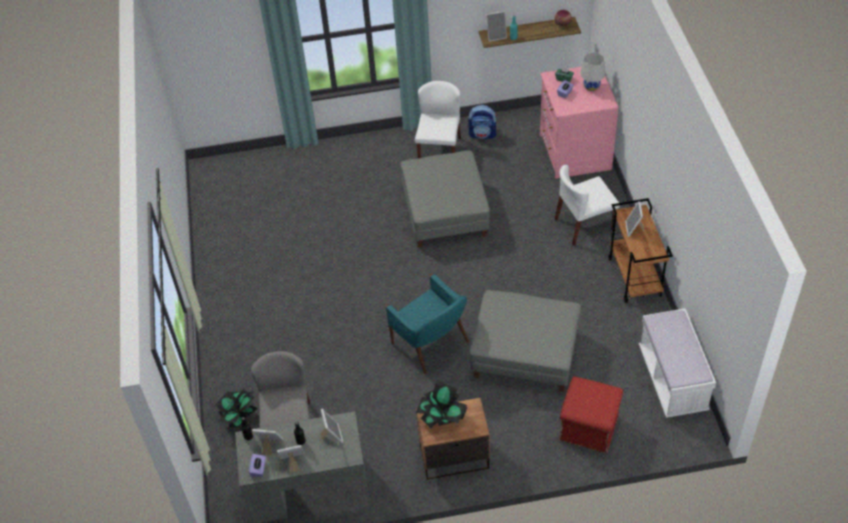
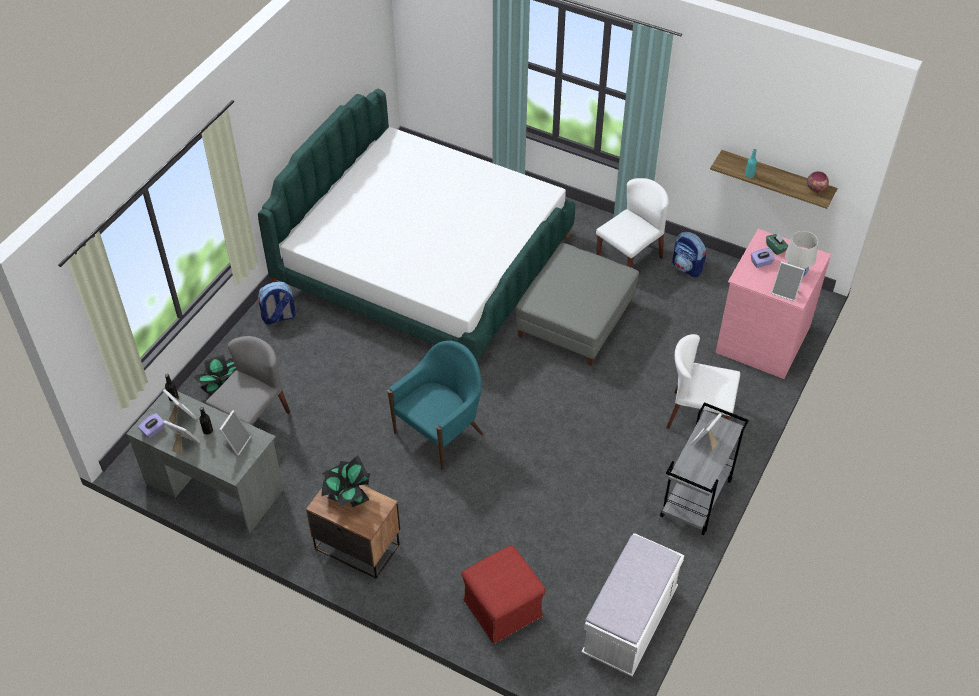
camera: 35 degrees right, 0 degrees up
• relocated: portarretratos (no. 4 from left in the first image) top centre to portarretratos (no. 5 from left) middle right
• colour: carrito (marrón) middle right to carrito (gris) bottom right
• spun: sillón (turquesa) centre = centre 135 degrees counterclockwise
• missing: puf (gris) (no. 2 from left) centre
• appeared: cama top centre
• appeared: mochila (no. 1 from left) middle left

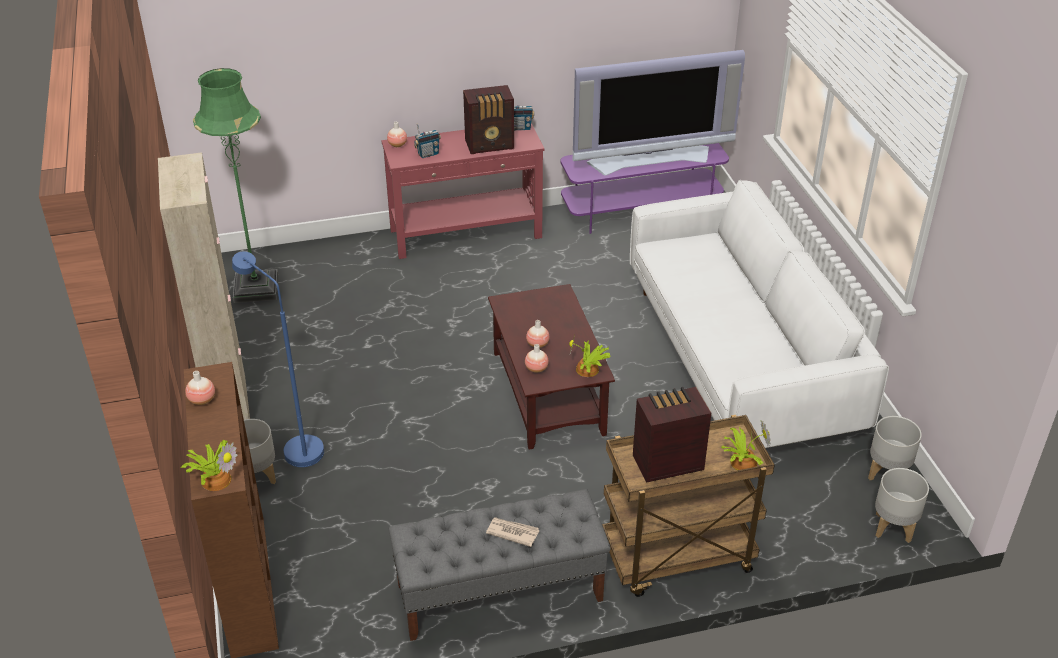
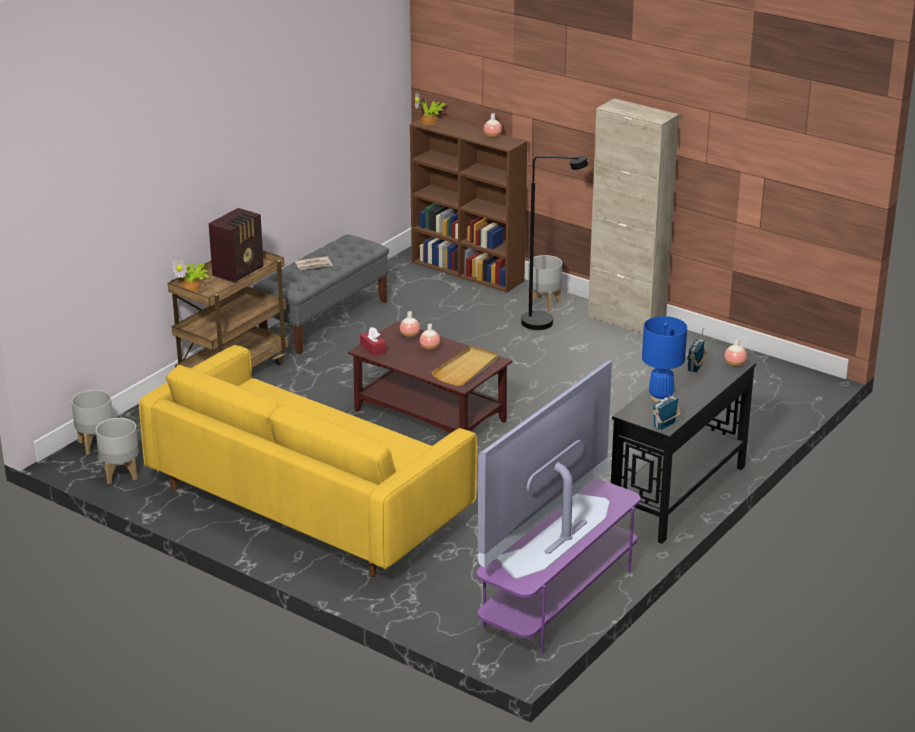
camera: 140 degrees right, 10 degrees down
• missing: lámpara de pie (verde) top left
• exchanged: radio (no. 2 from left) top centre to lámpara de mesa (azul) middle right
• colour: mesa consola (rojo) top centre to mesa consola (negro) middle right
• colour: sofá (blanco) middle right to sofá (amarillo) centre
• colour: lámpara de pie (azul) middle left to lámpara de pie (negro) top centre
• exchanged: planta en maceta (no. 2 from left) centre to caja de pañuelos (rojo) centre
• appeared: bandeja (beis) centre

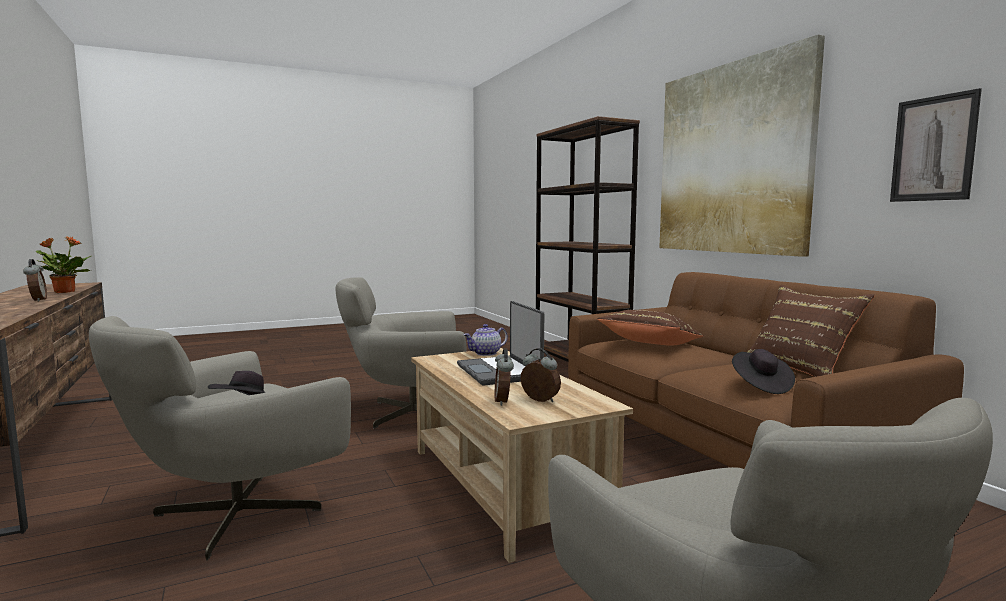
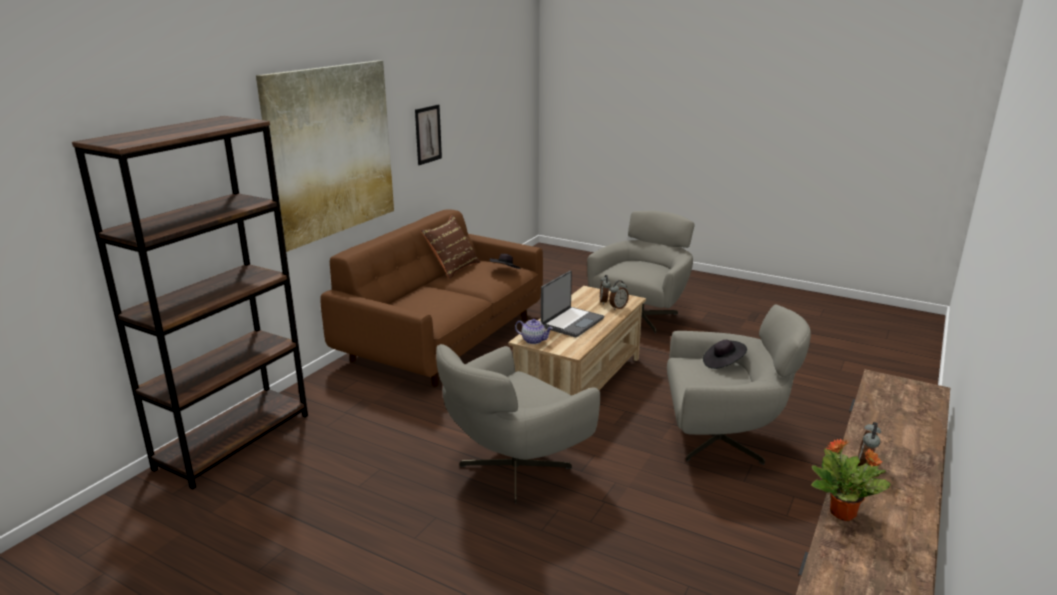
camera: 125 degrees left, 15 degrees up
• spun: sillón (gris) (no. 2 from left in the first image) centre = bottom centre 90 degrees clockwise
• missing: cojín (marrón) (no. 1 from left) centre

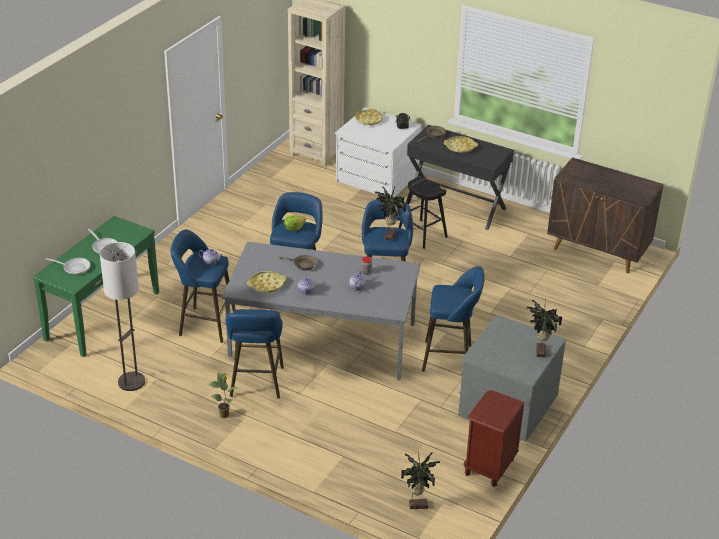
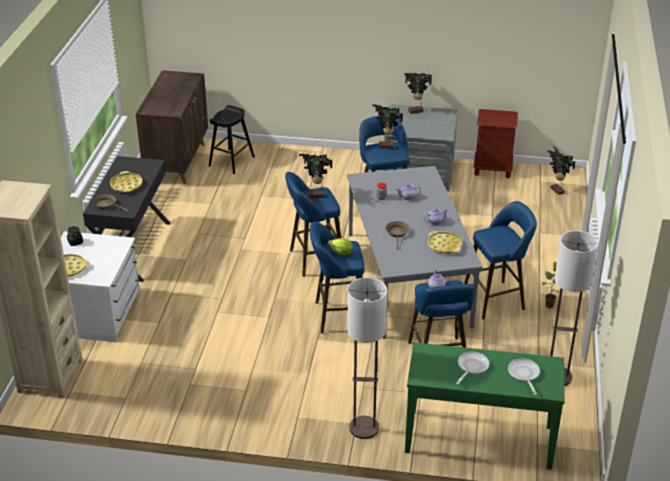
camera: 110 degrees left, 0 degrees up
• relocated: taburete (negro) centre to top centre
• appeared: planta en maceta (no. 2 from left) top centre
• appeared: lámpara de pie (no. 1 from left) bottom centre

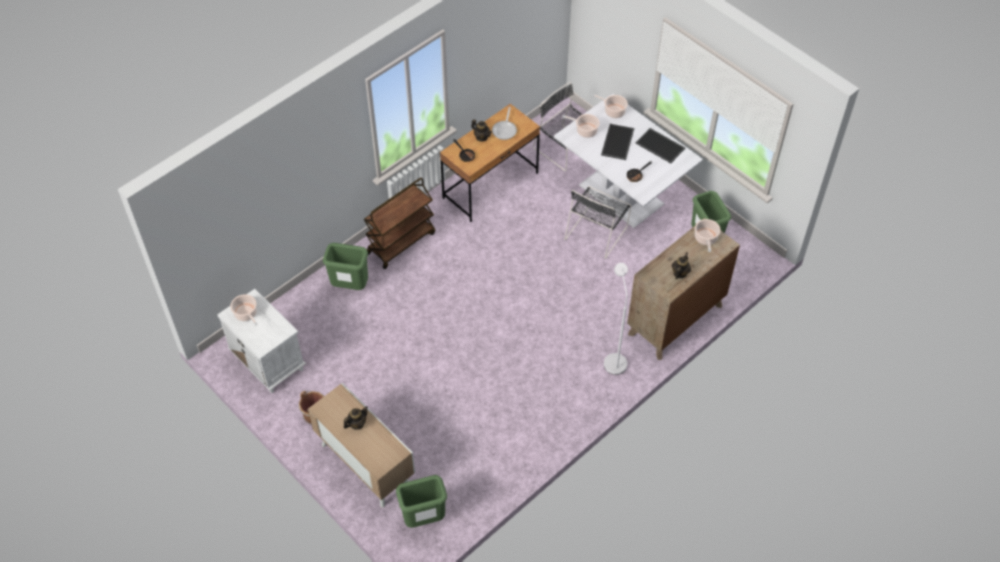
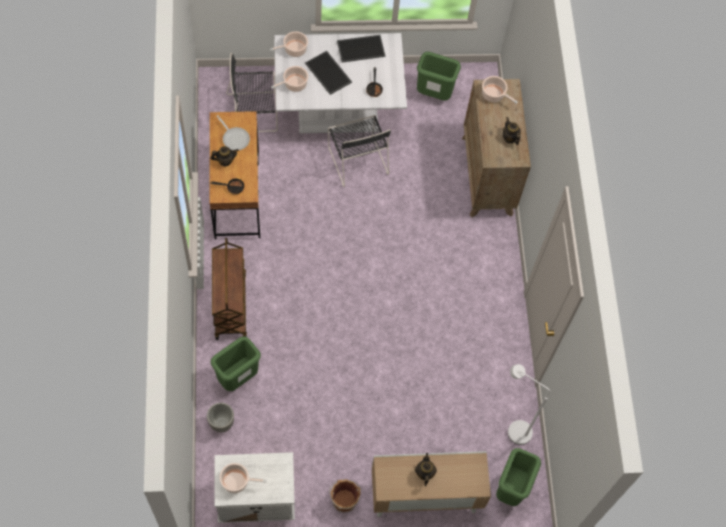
camera: 55 degrees left, 10 degrees up
• relocated: lámpara de pie (blanco) centre to bottom right
• appeared: maceta bottom left

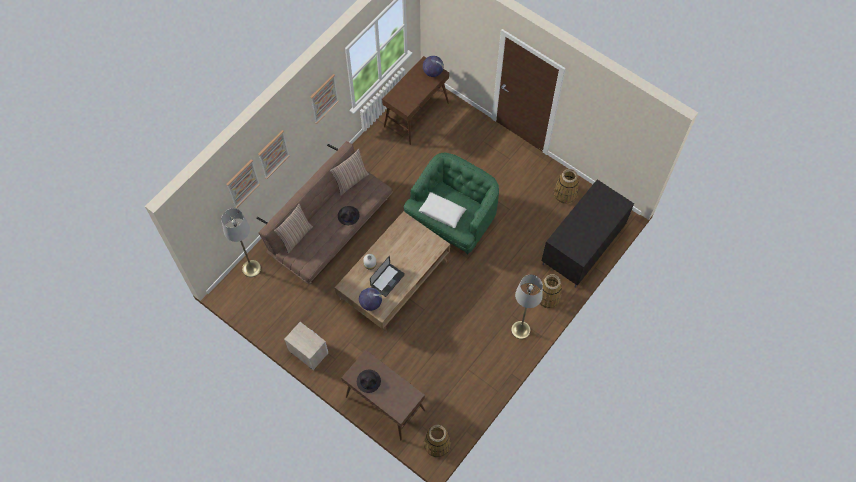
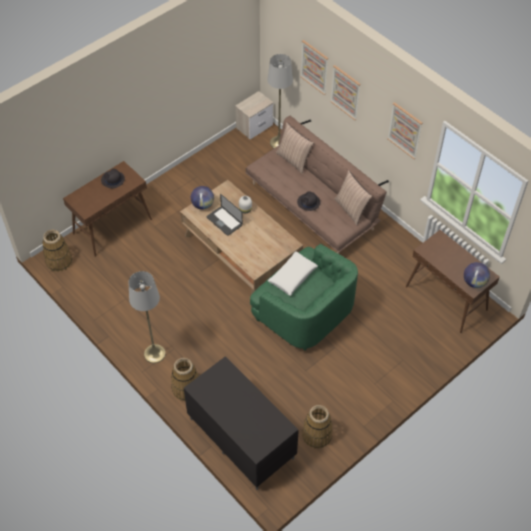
camera: 100 degrees right, 10 degrees down
• relocated: mesita de noche bottom centre to top centre

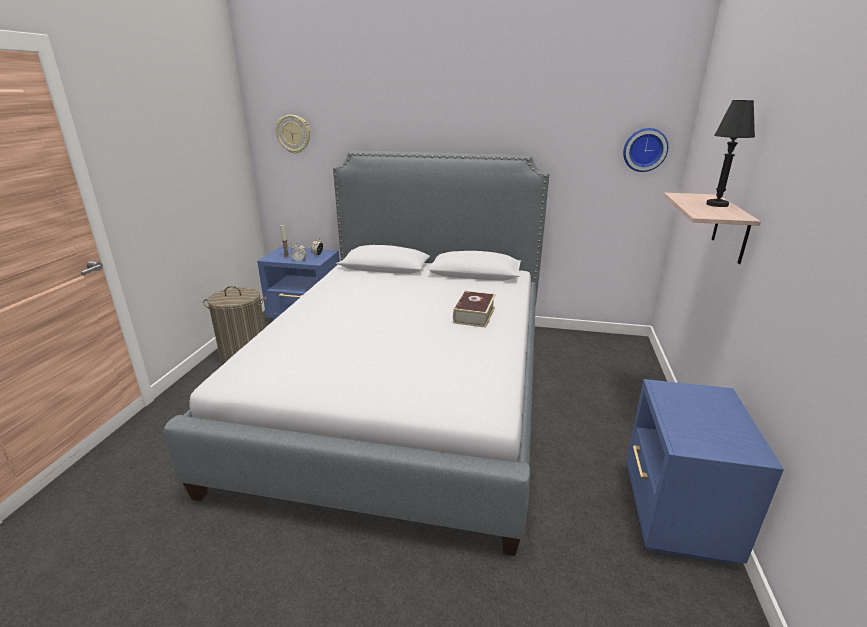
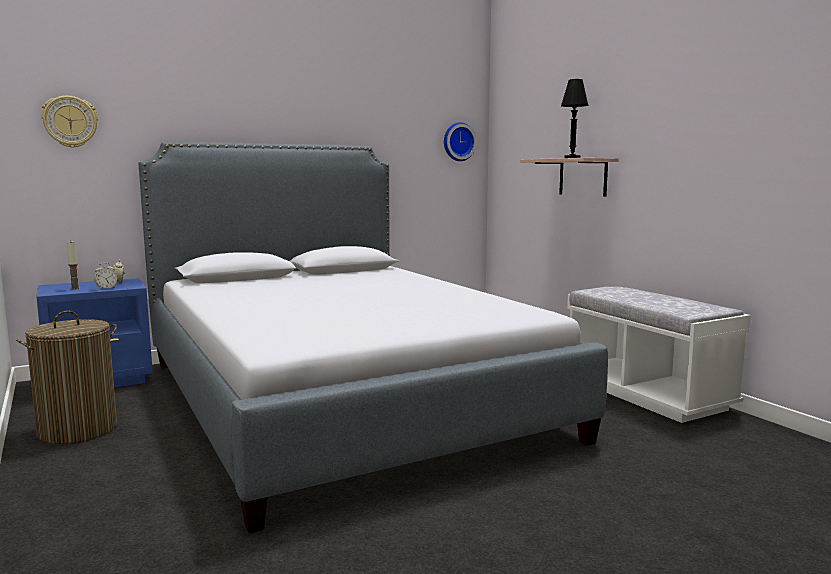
camera: 40 degrees left, 15 degrees down
• missing: libro centre
• exchanged: mesita de noche (azul) (no. 2 from left) bottom right to banco (blanco) middle right

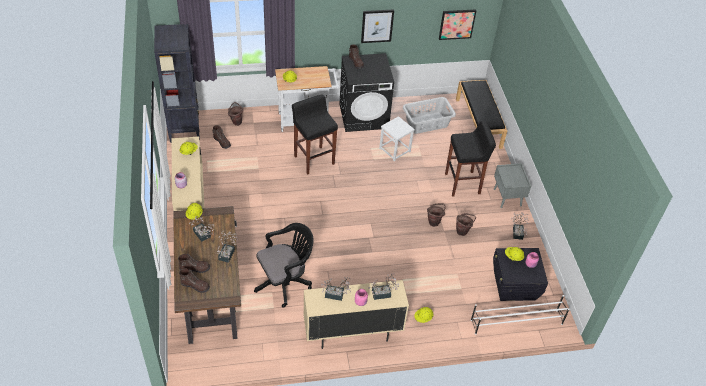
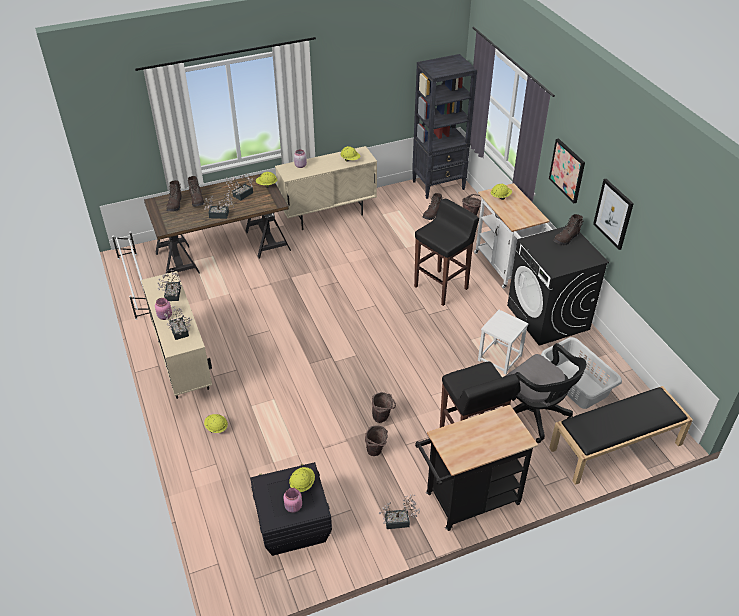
camera: 80 degrees right, 5 degrees down
• relocated: cuadro (no. 2 from left in the first image) top centre to cuadro (no. 1 from left) top right
• exchanged: mesita de noche (gris) middle right to carrito (negro) bottom centre
• relocated: silla de oficina (negro) bottom centre to middle right
• relocated: zapatero (blanco) bottom right to middle left

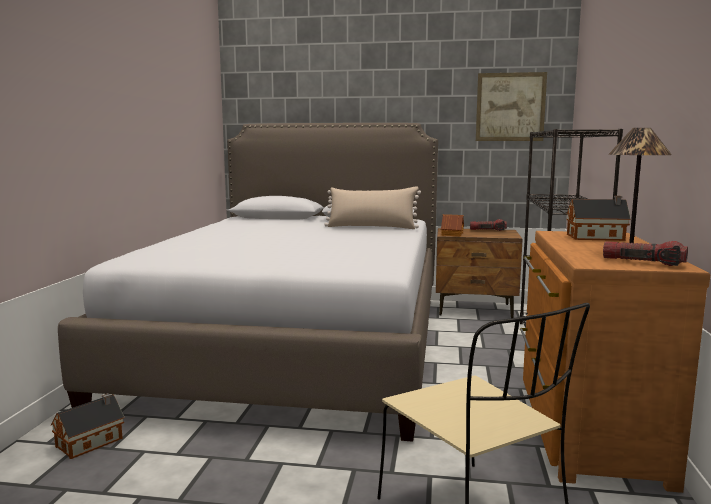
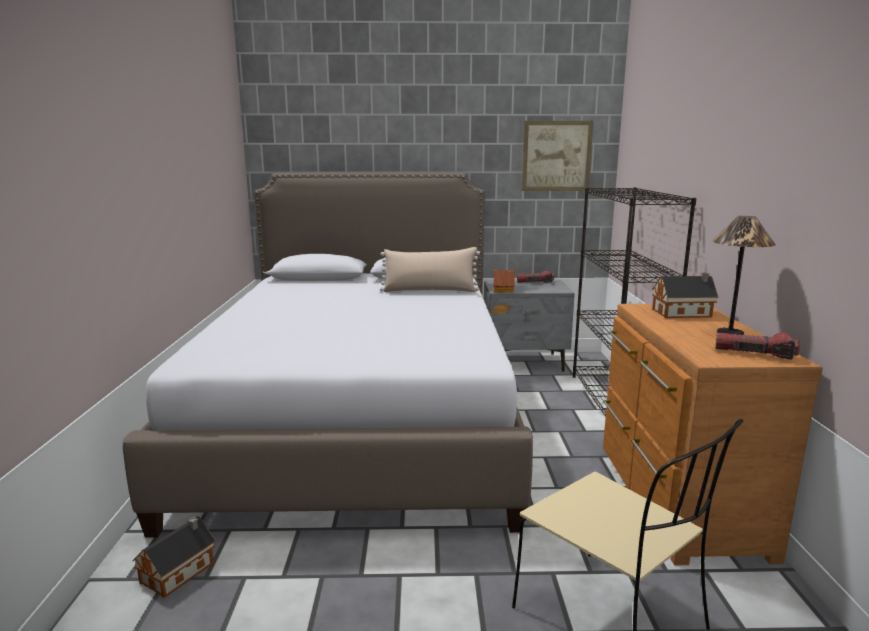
camera: 10 degrees left, 5 degrees up
• colour: mesita de noche (marrón) middle right to mesita de noche (gris) centre

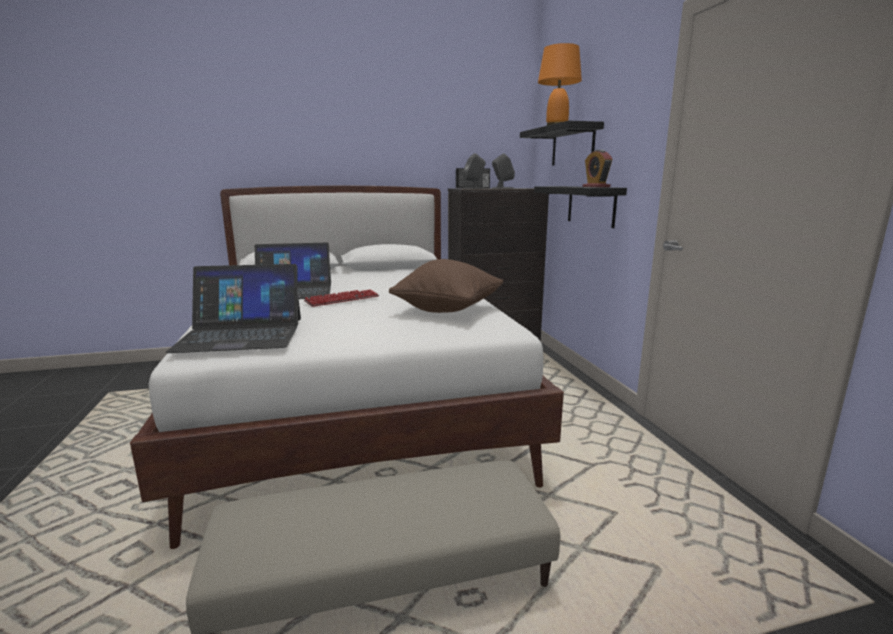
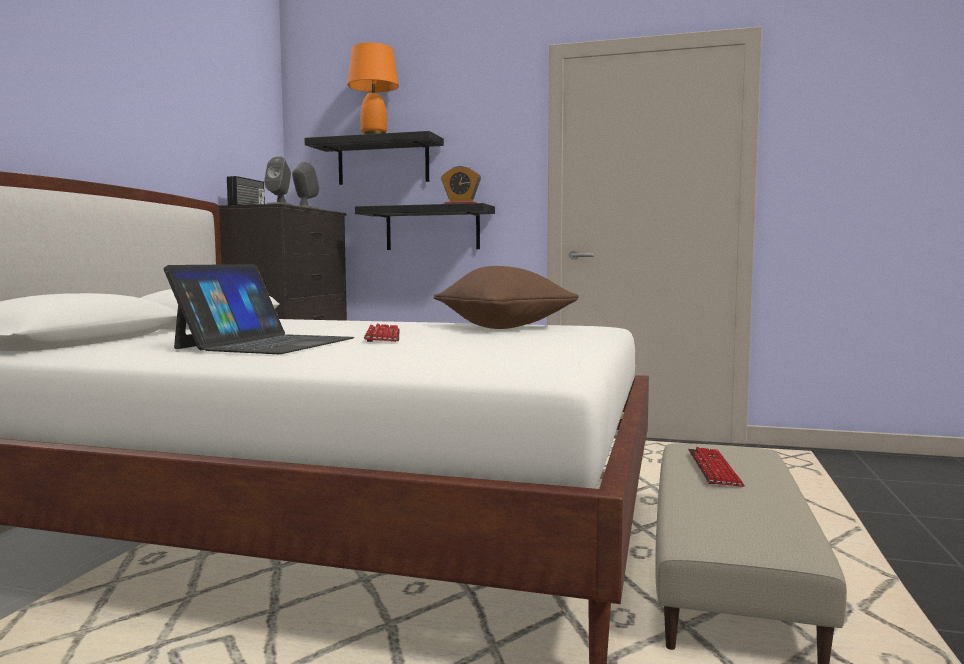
camera: 60 degrees left, 10 degrees down
• missing: portátil (no. 1 from left) middle left
• appeared: teclado (no. 2 from left) bottom right

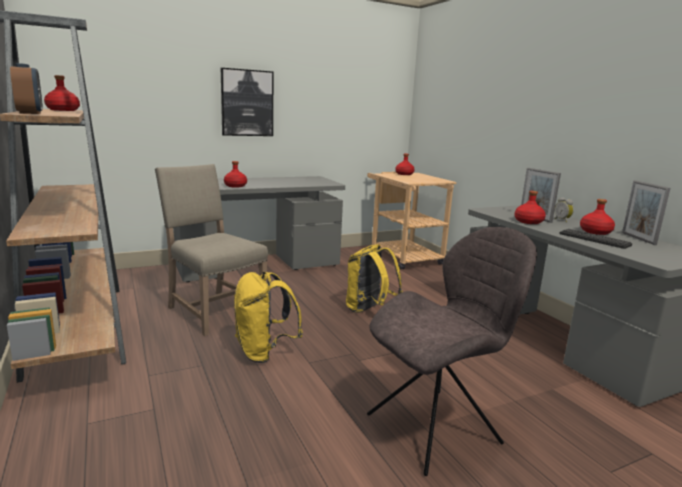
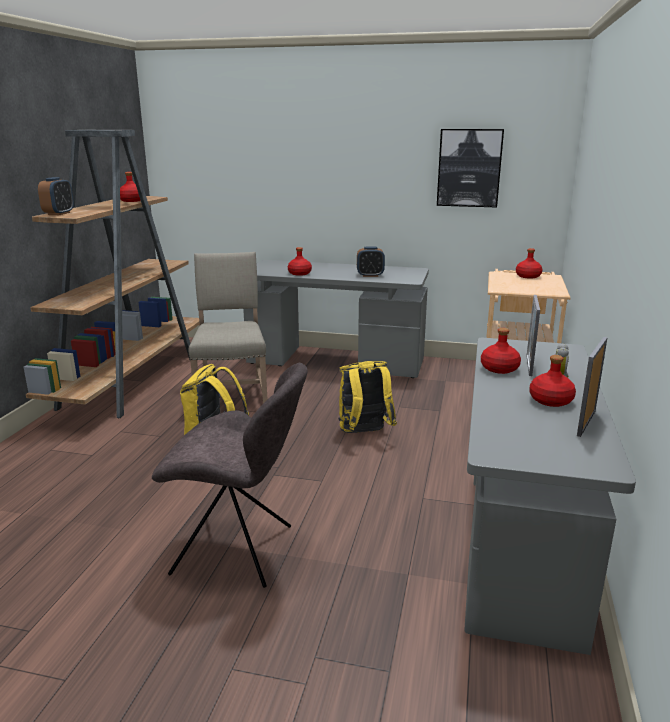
camera: 40 degrees right, 5 degrees up
• relocated: cuadro top centre to top right
• missing: teclado middle right
• appeared: despertador (no. 2 from left) centre

